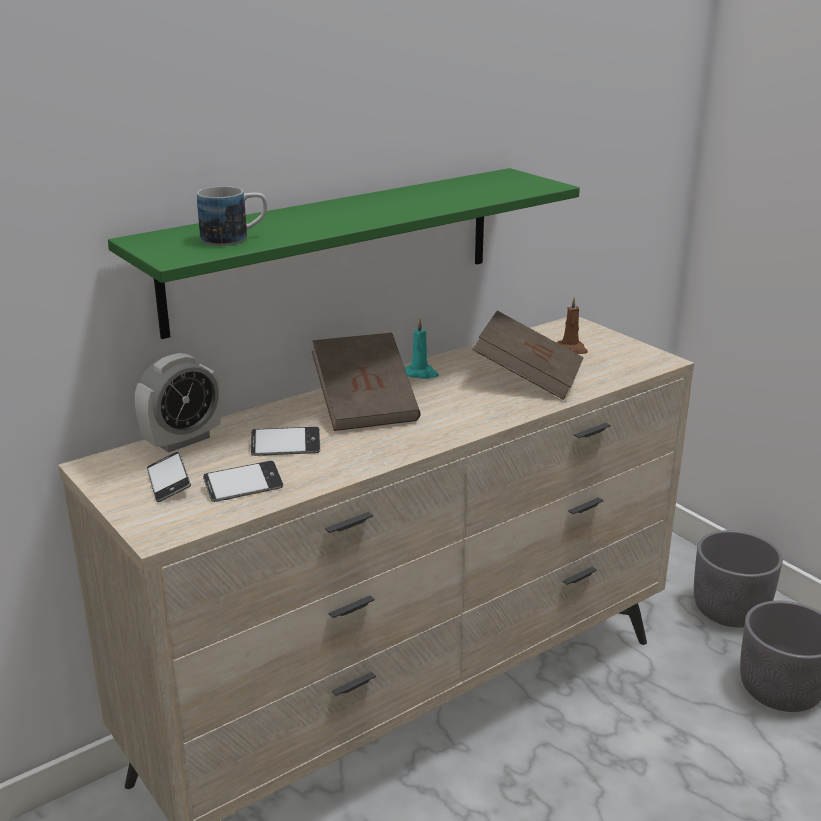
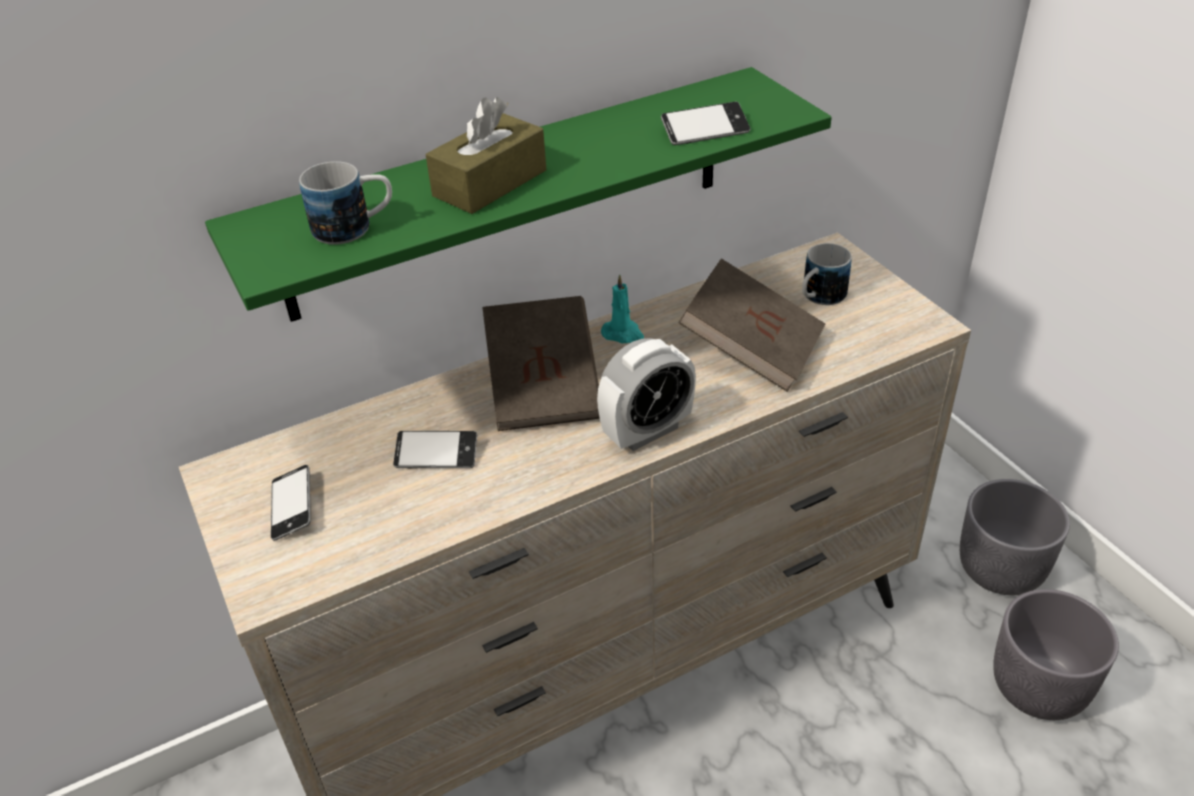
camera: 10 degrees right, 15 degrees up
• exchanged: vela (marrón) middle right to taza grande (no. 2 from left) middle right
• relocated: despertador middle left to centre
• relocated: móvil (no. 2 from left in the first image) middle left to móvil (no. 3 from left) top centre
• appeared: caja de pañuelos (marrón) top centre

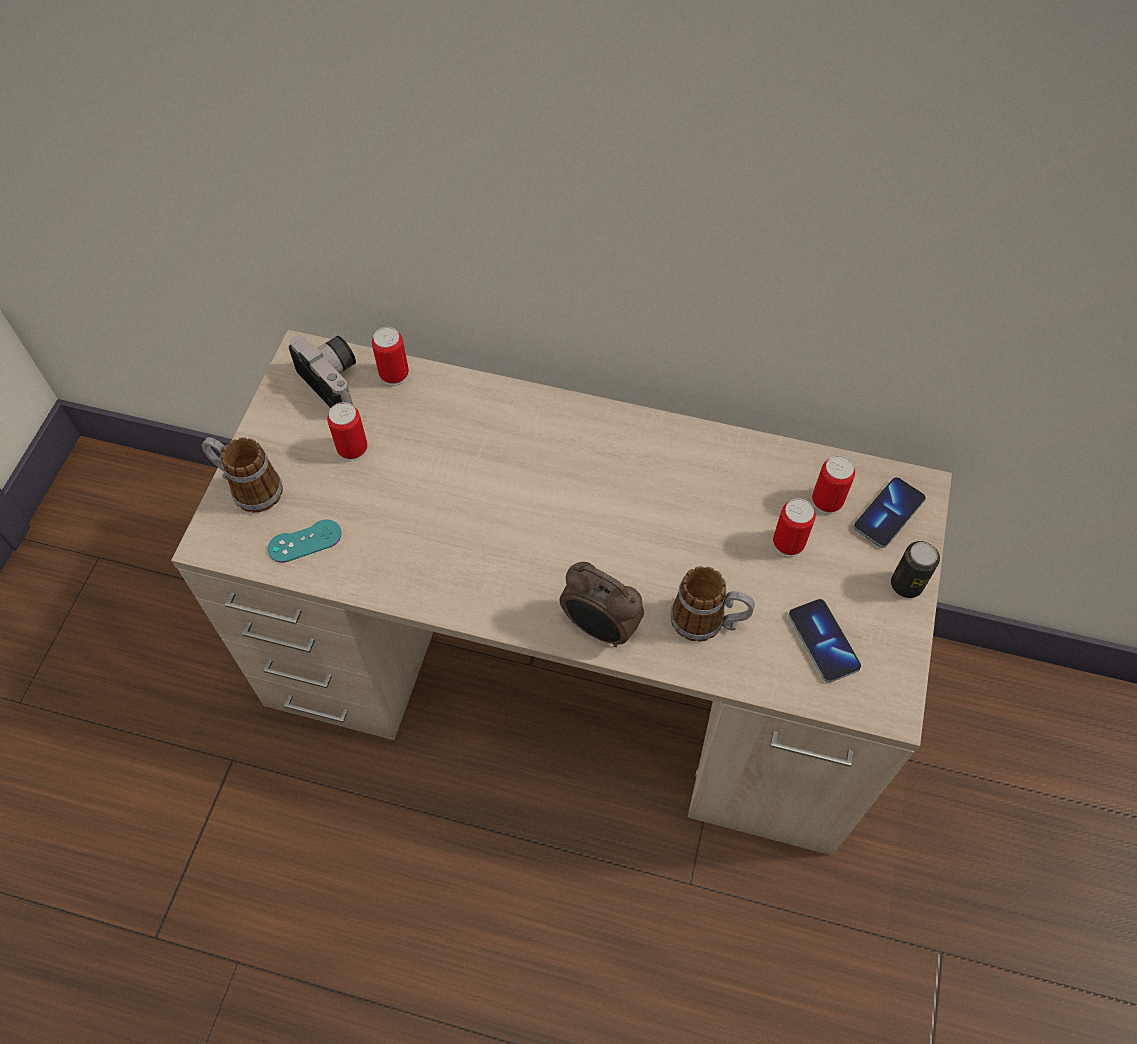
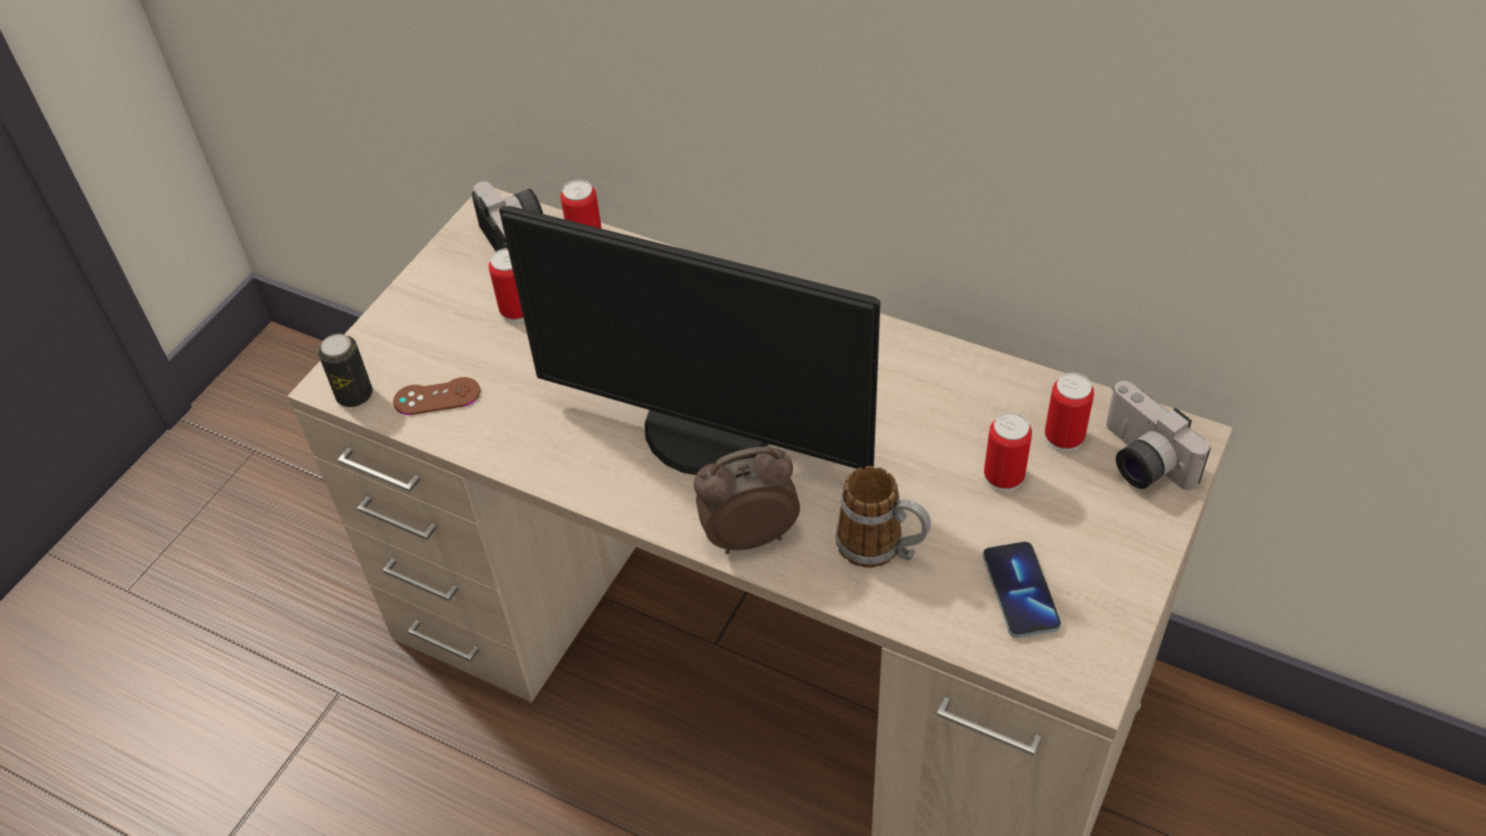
camera: 15 degrees right, 10 degrees down
• missing: taza grande (no. 1 from left) middle left
• exchanged: móvil (no. 2 from left) middle right to cámara (no. 2 from left) middle right
• colour: mando de consola (turquesa) middle left to mando de consola (marrón) middle left
• relocated: lata (no. 5 from left in the first image) middle right to lata (no. 1 from left) middle left
• spun: despertador centre = centre 120 degrees clockwise
• appeared: monitor centre

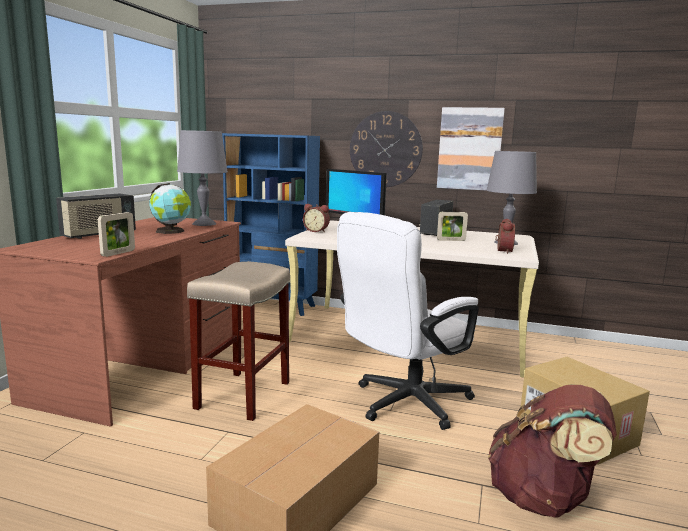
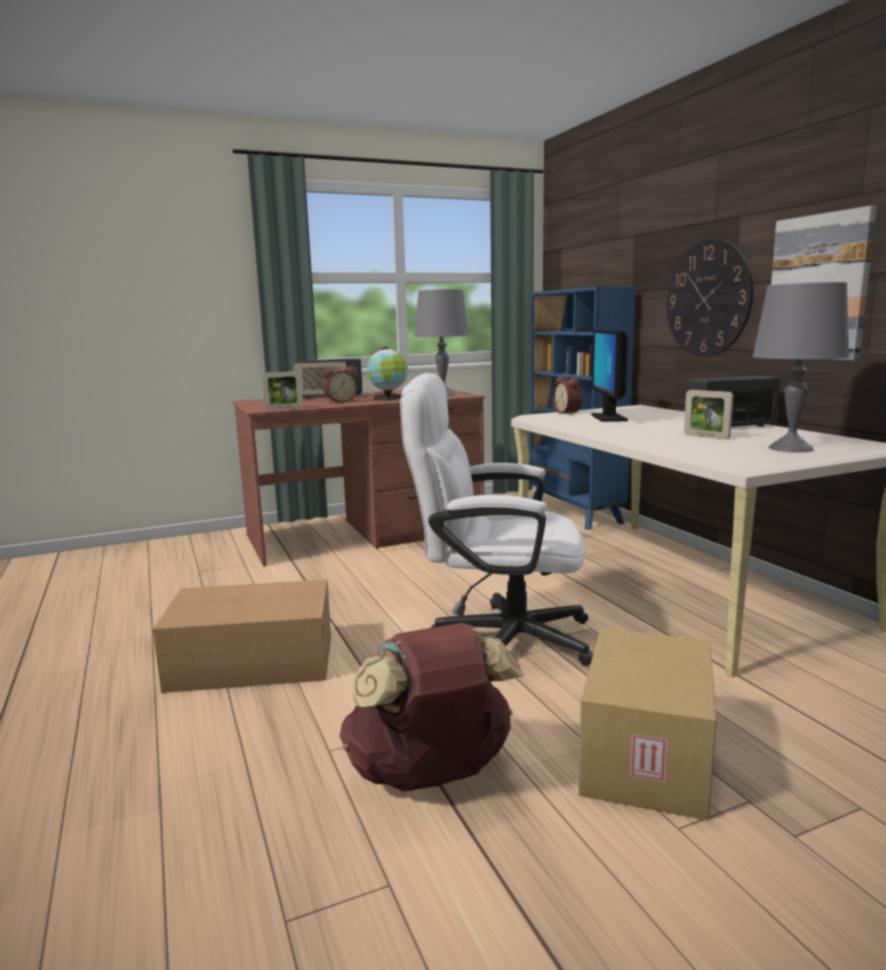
camera: 50 degrees right, 0 degrees up
• relocated: despertador (no. 2 from left in the first image) middle right to despertador (no. 1 from left) centre
• missing: taburete (beis) centre

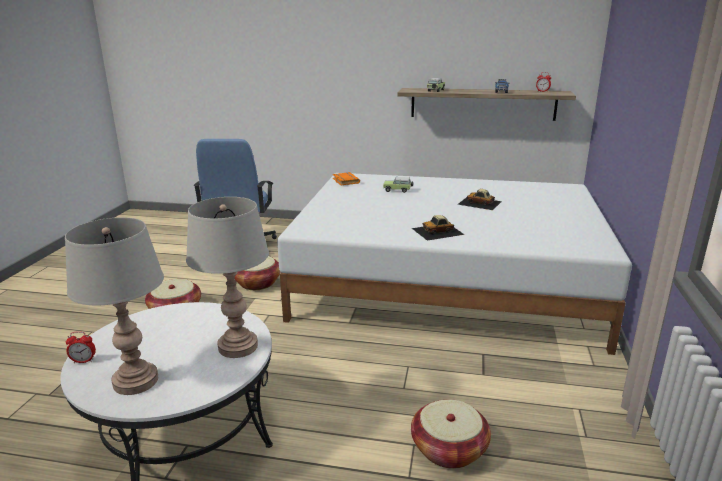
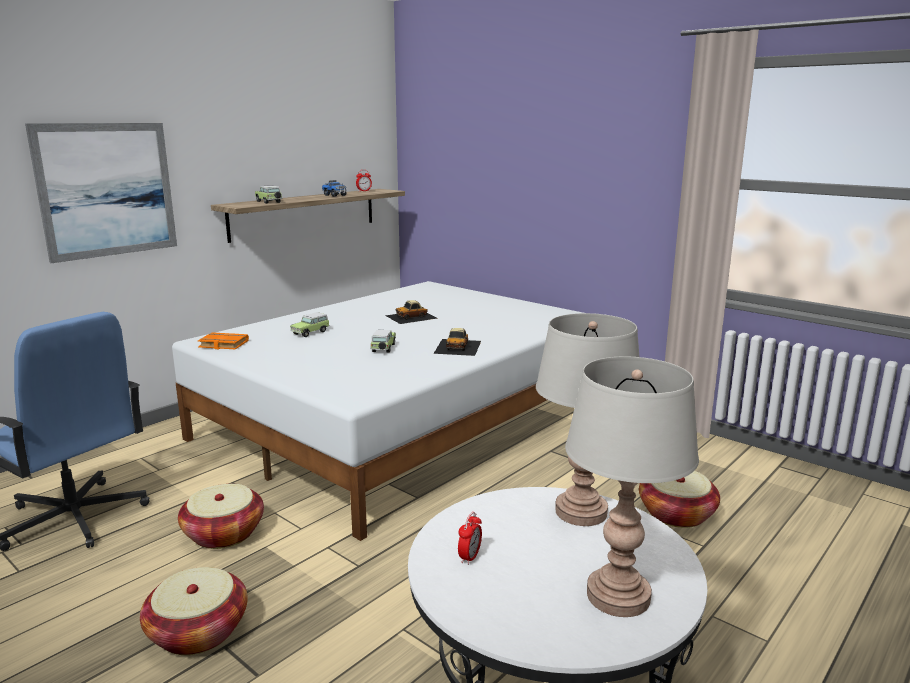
camera: 60 degrees left, 5 degrees down
• relocated: despertador (no. 1 from left in the first image) bottom left to despertador (no. 2 from left) bottom centre
• appeared: cuadro top left
• appeared: coche de juguete (no. 3 from left) centre

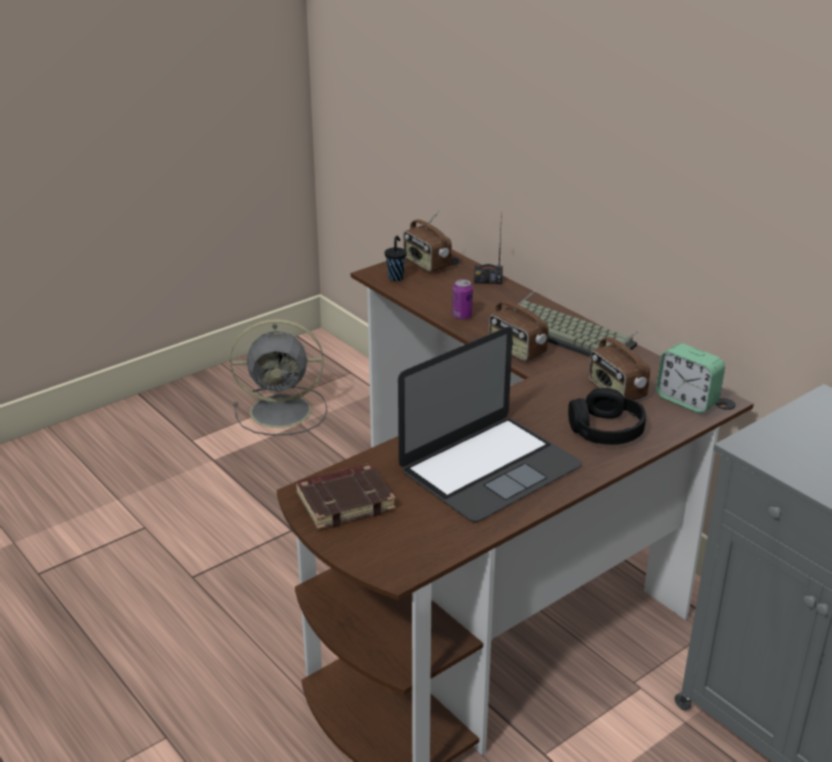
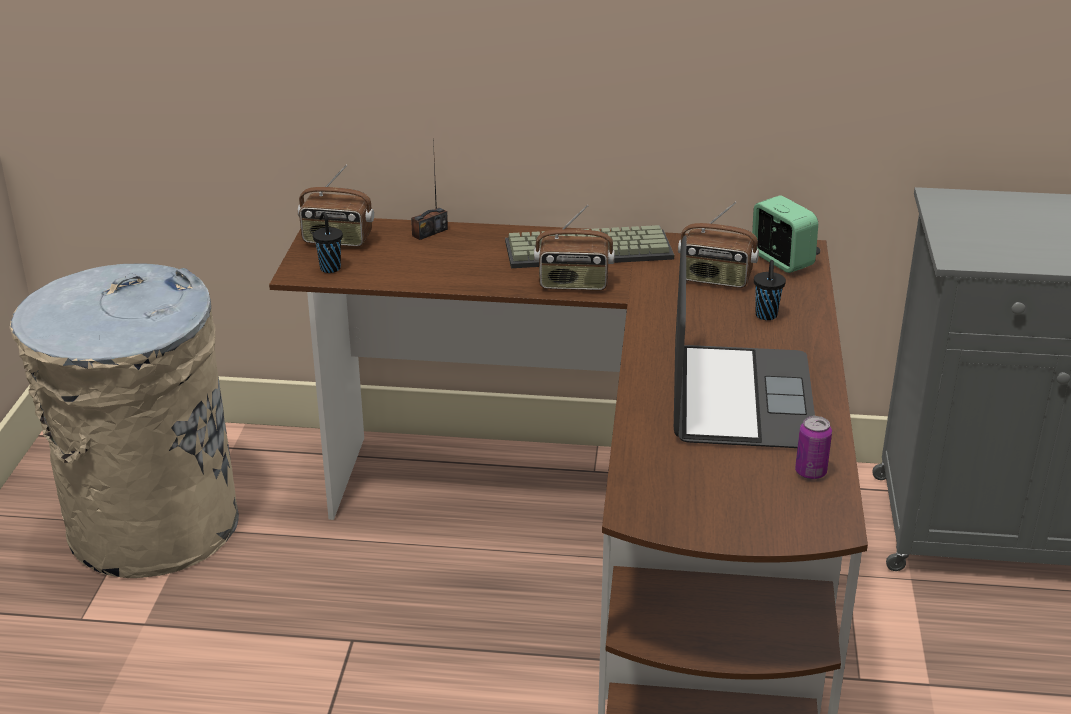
camera: 45 degrees left, 0 degrees up
• relocated: lata centre to middle right
• exchanged: ventilador (gris) centre to papelera (beis) middle left
• spun: despertador middle right = top right 120 degrees counterclockwise
• exchanged: auriculares (negro) middle right to taza (negro) (no. 2 from left) middle right
• missing: libro (marrón) centre

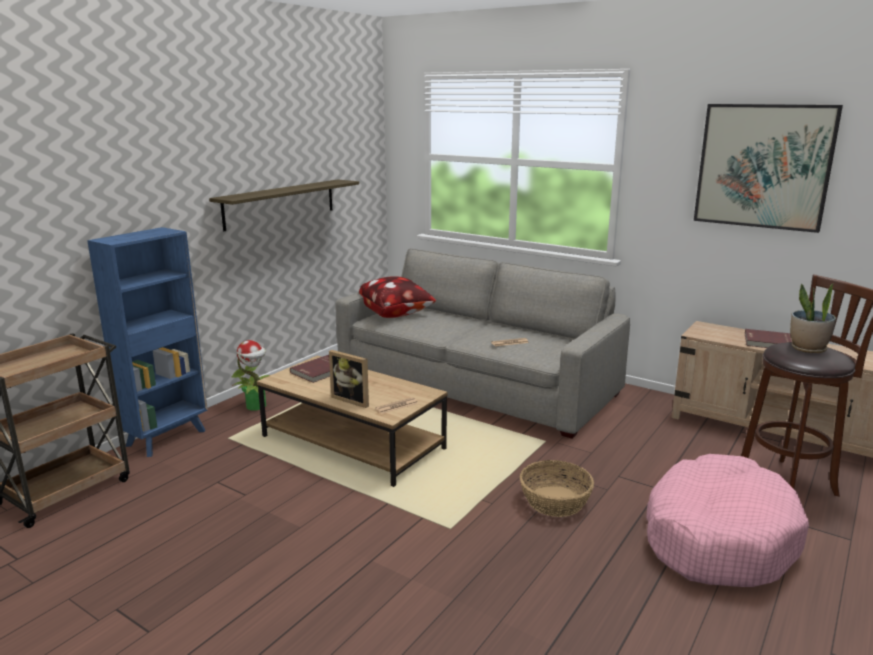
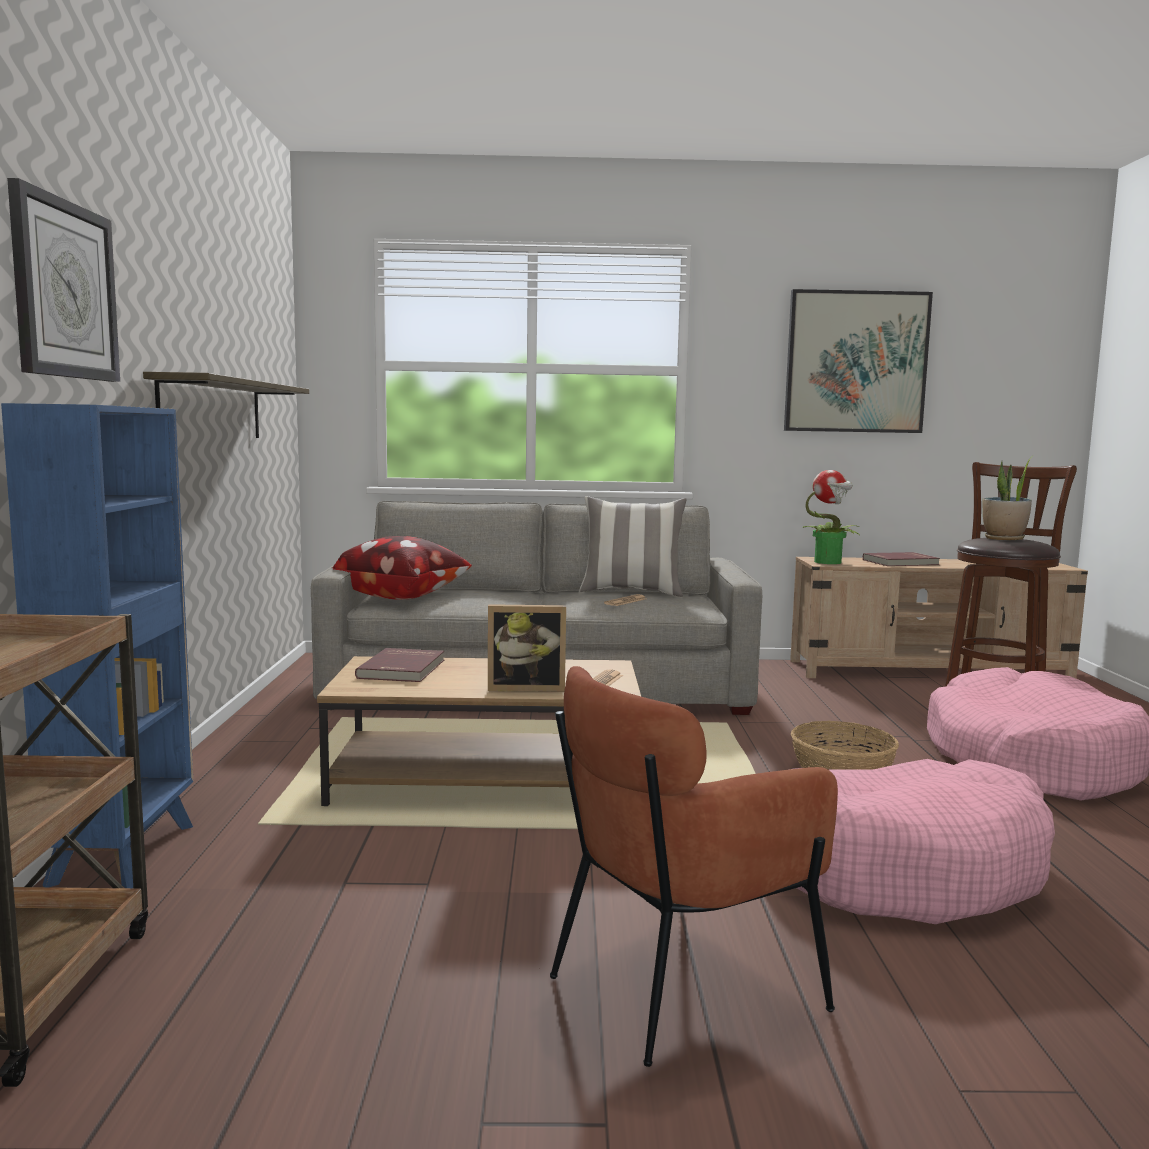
camera: 35 degrees left, 10 degrees down
• relocated: planta en maceta (no. 1 from left) middle left to middle right
• appeared: reloj de pared top left
• appeared: cojín (no. 2 from left) centre
• appeared: sillón (marrón) bottom centre
• appeared: cama para perro (rosa) (no. 1 from left) bottom right

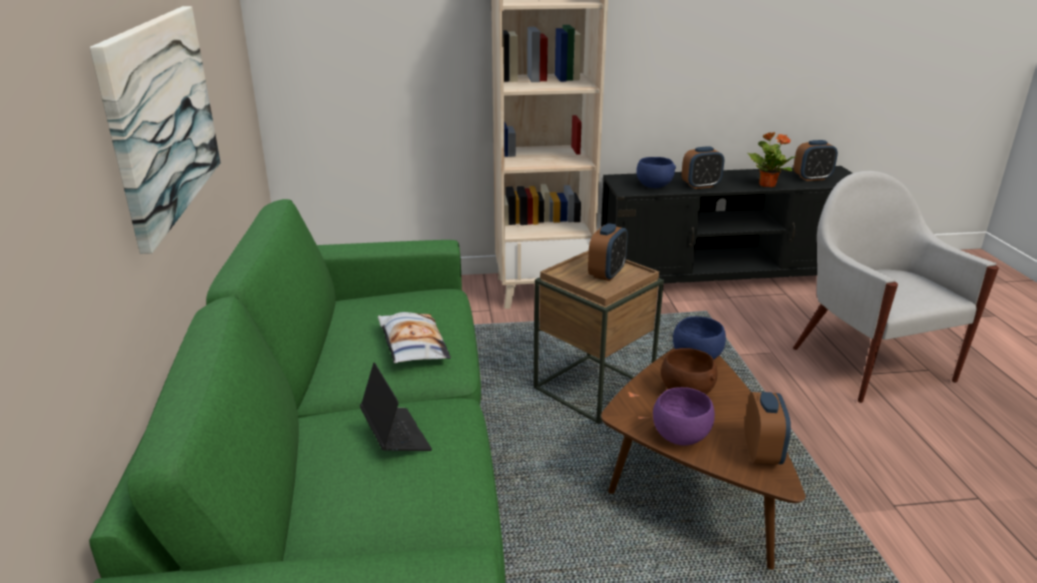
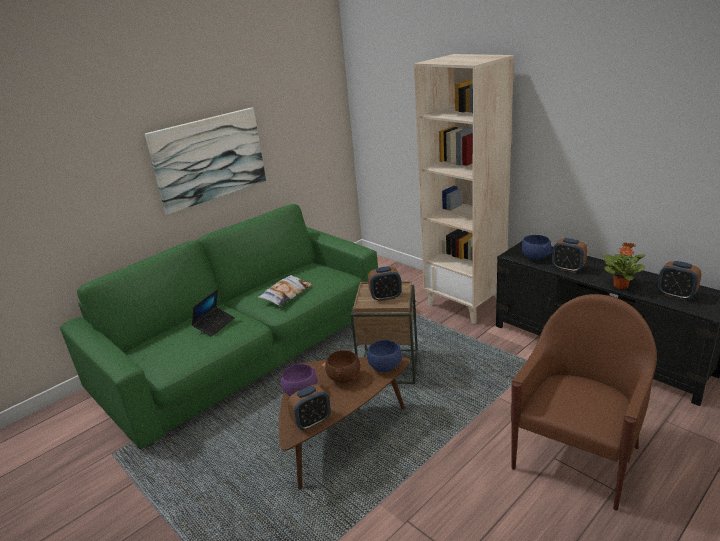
camera: 55 degrees right, 0 degrees up
• colour: sillón (blanco) middle right to sillón (marrón) bottom right

